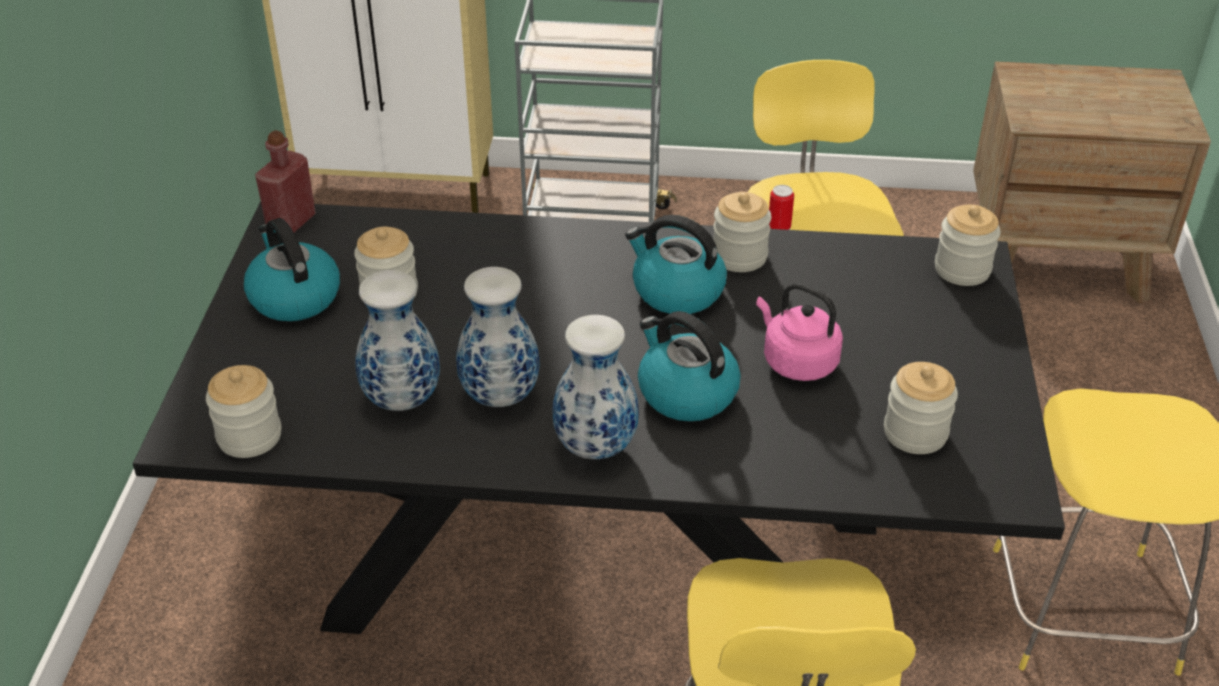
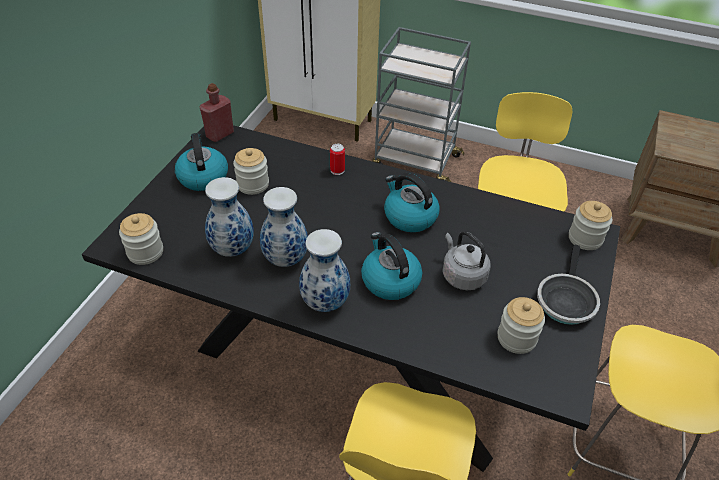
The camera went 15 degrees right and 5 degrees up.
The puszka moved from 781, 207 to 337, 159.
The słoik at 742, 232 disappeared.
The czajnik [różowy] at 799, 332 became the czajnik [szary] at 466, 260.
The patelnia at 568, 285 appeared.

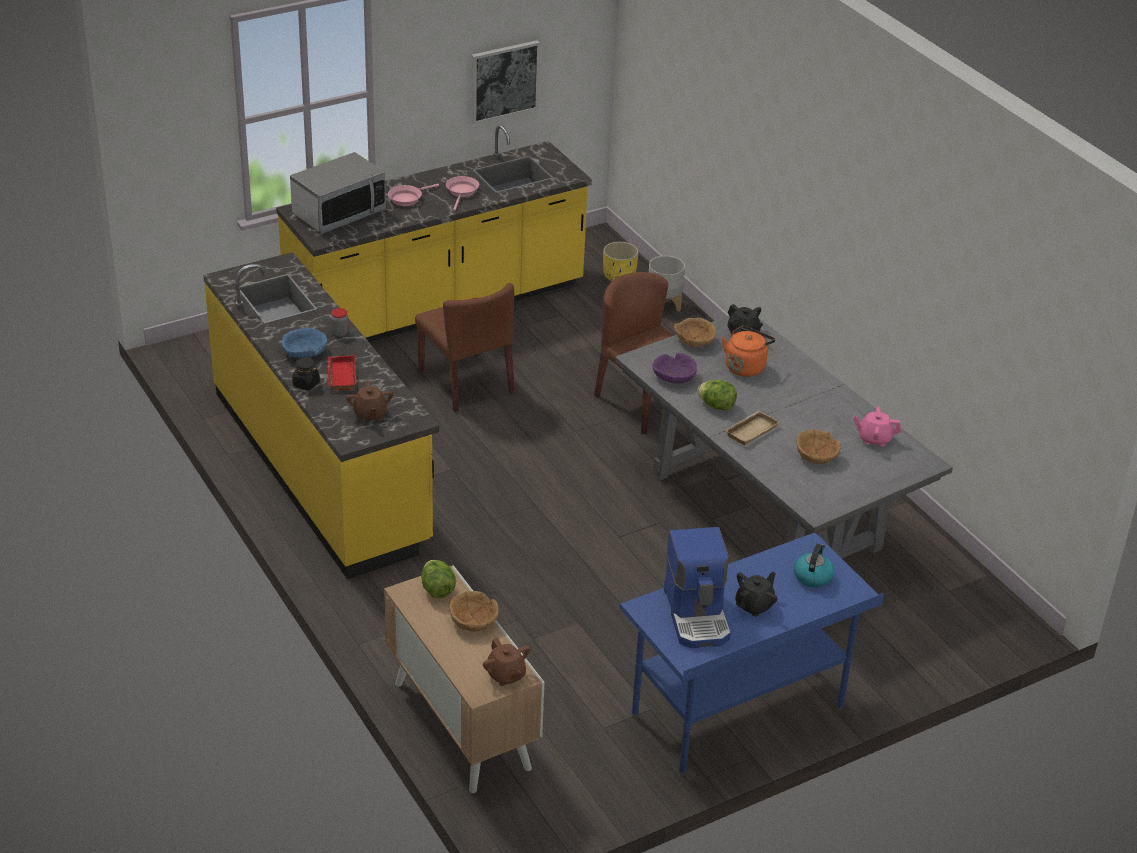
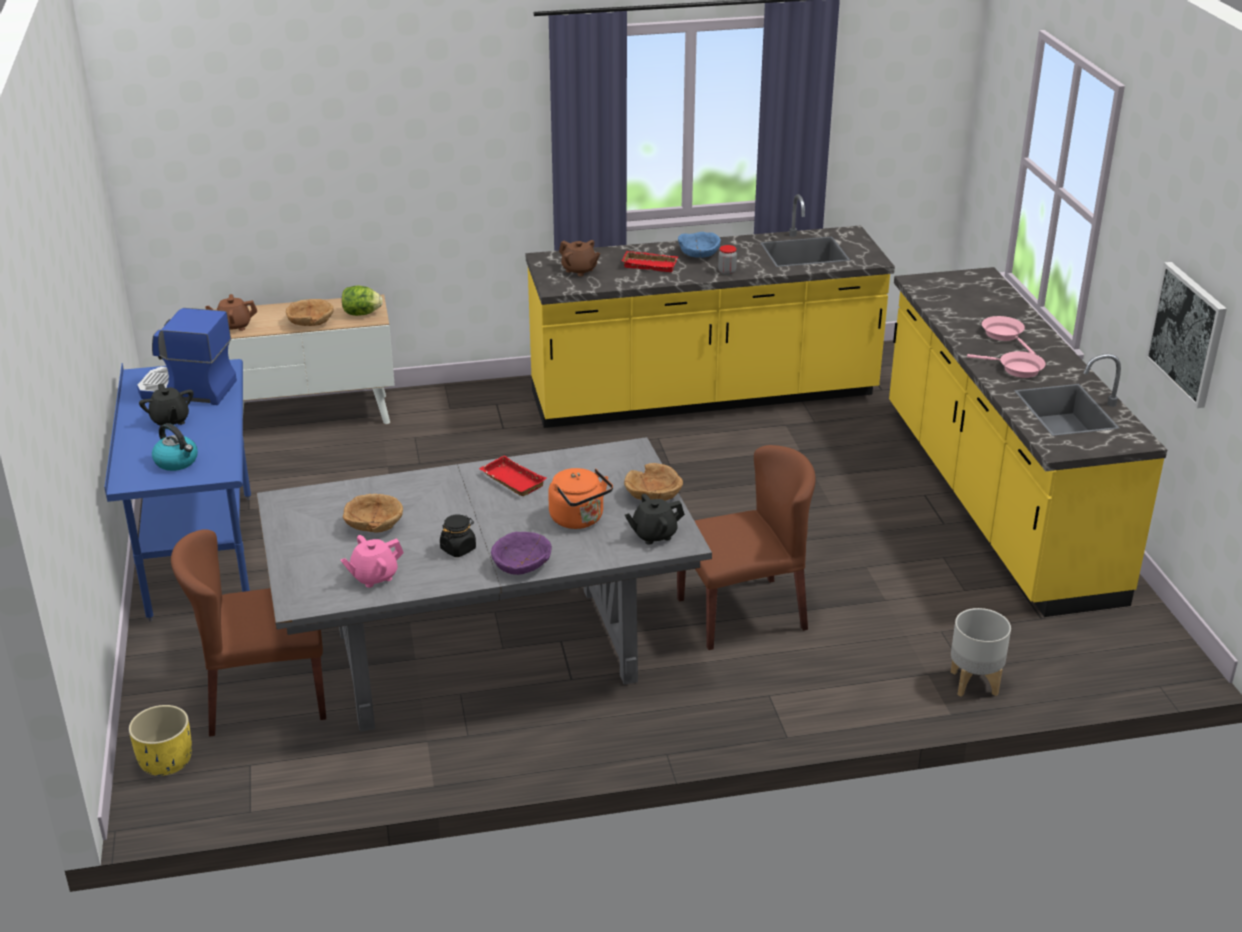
The camera went 110 degrees right and 5 degrees down.
The mikrofalówka at 338, 193 disappeared.
The donica [żółty] moved from 621, 261 to 160, 740.
The krzesło [brązowy] moved from 464, 347 to 248, 633.
The miska [fioletowy] moved from 674, 368 to 521, 553.
The słoik [czarny] moved from 306, 374 to 458, 536.
The imbryk [brązowy] at 369, 400 turned 150 degrees counterclockwise.
The sałata at 717, 395 was replaced by the taca [czerwony] at 512, 475.
The imbryk [różowy] at 877, 426 turned 150 degrees counterclockwise.
The taca [beżowy] at 752, 428 disappeared.

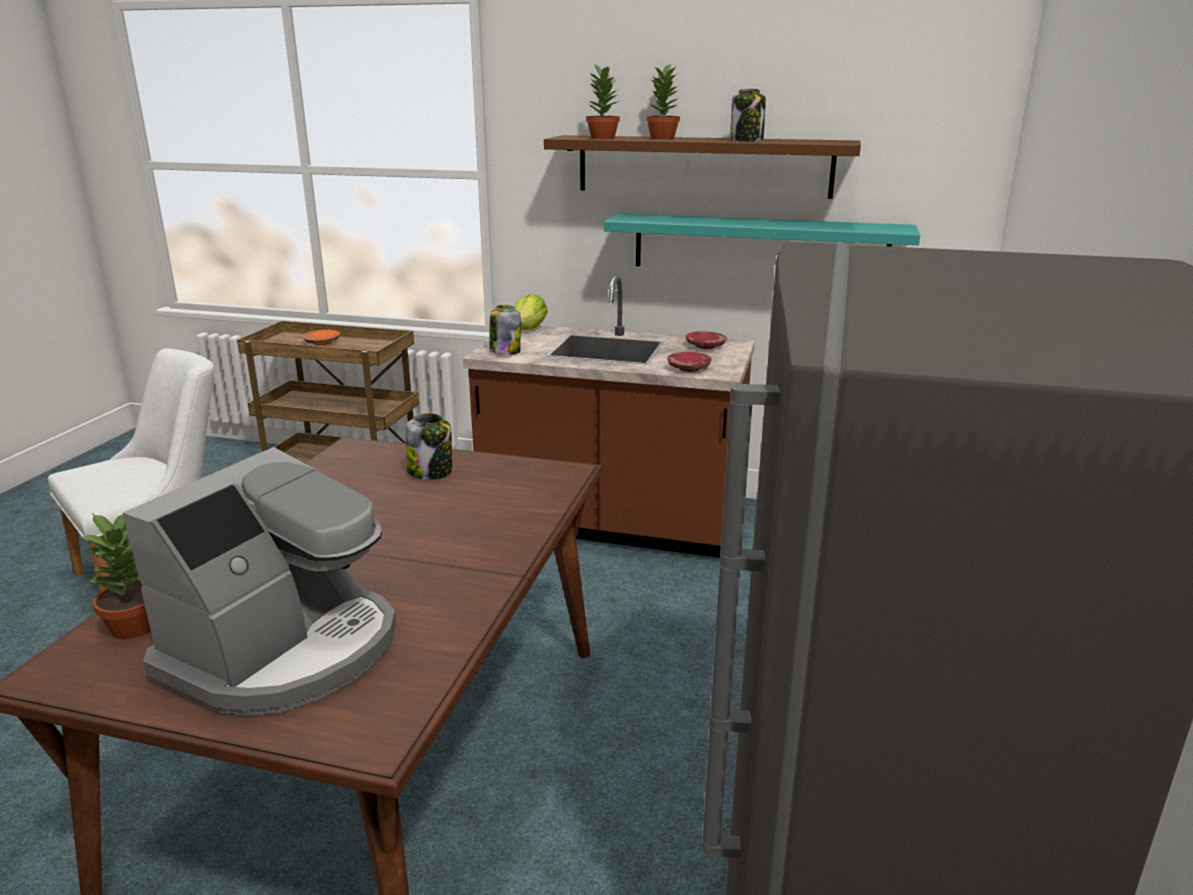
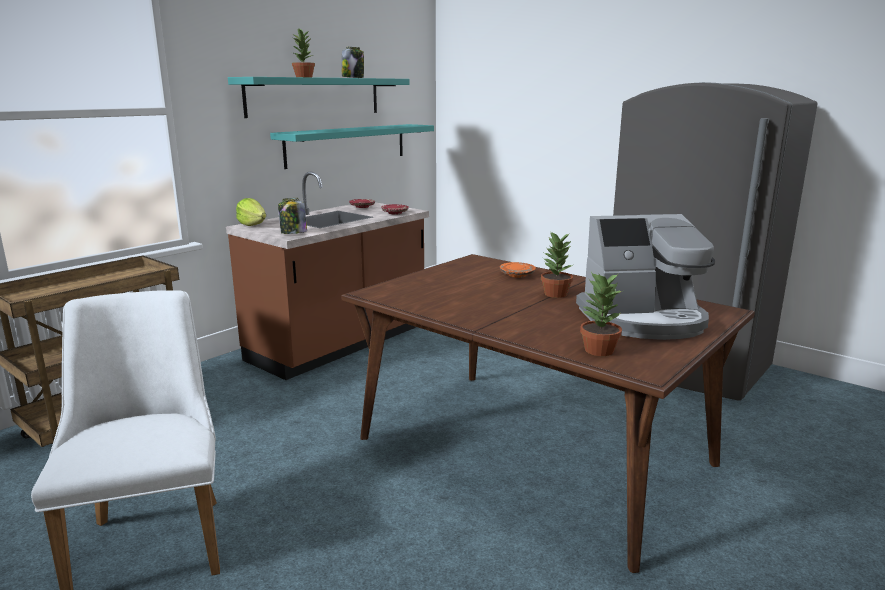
The camera went 65 degrees left and 5 degrees down.
The roślina doniczkowa moved from 603, 101 to 557, 265.
The półka [brązowy] at 702, 167 became the półka [turkusowy] at 319, 97.
The talerz [pomarańczowy] moved from 321, 338 to 518, 270.
The słoik at 428, 446 disappeared.
The ekspres do kawy at 259, 581 turned 120 degrees clockwise.

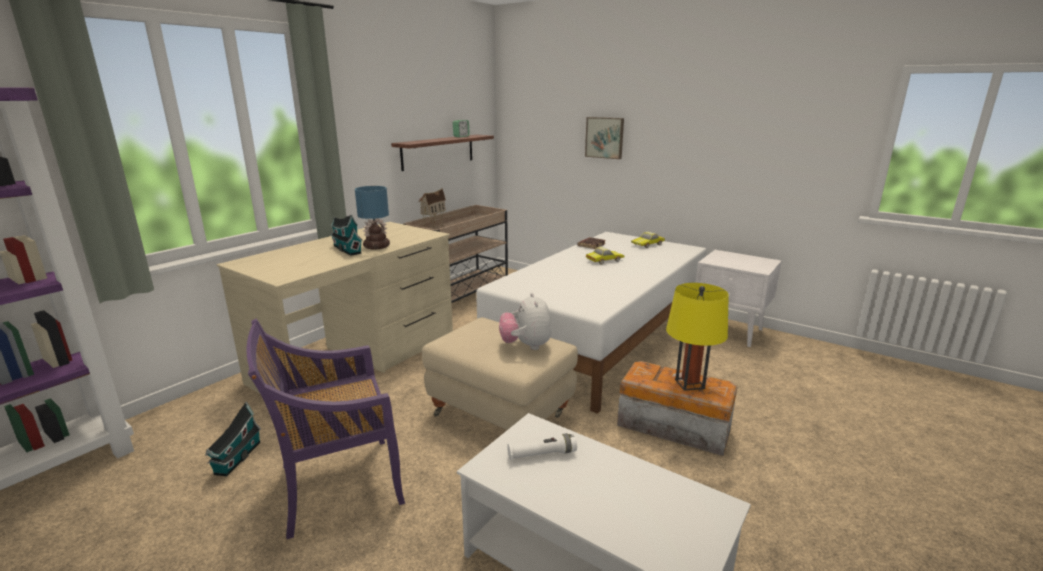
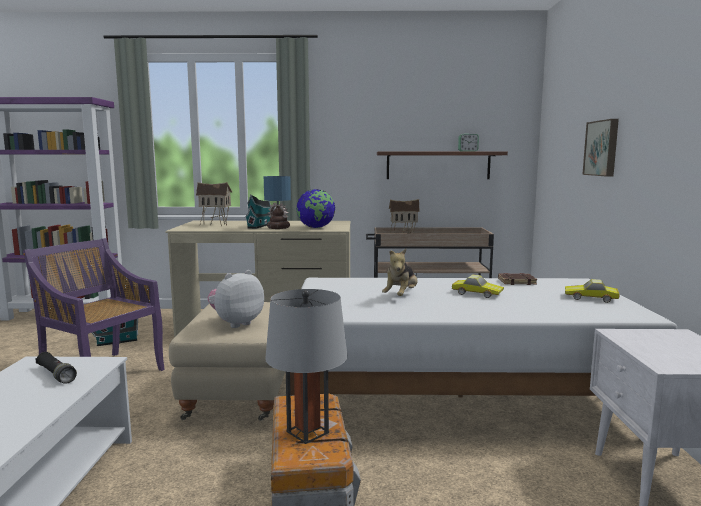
The camera went 55 degrees right and 10 degrees down.
The lampa stołowa [żółty] at 697, 337 became the lampa stołowa [szary] at 306, 366.
The latarka [biały] at 542, 446 became the latarka [czarny] at 56, 368.
The domek at 214, 204 appeared.
The globus at 315, 208 appeared.
The pluszak at 400, 272 appeared.

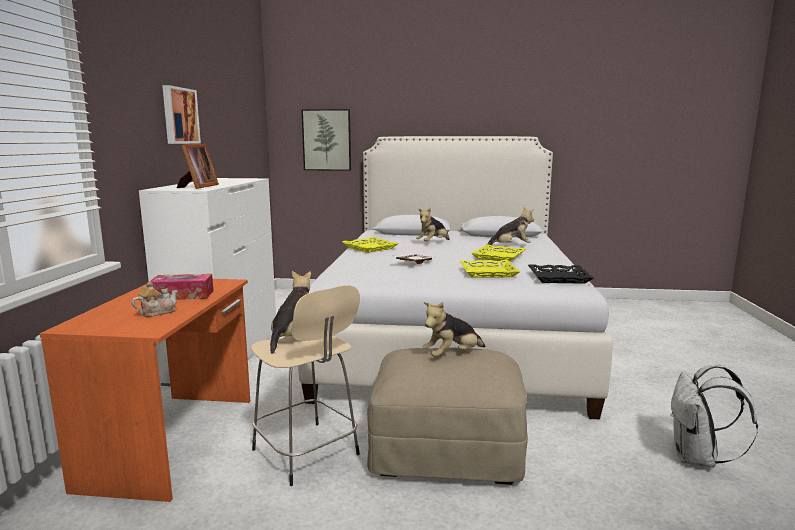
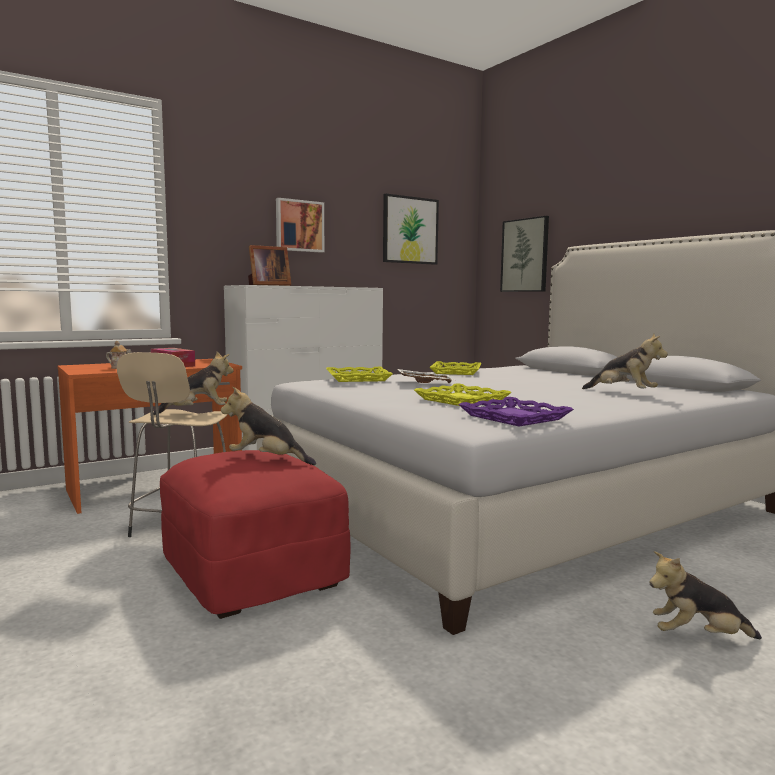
The camera went 50 degrees right and 5 degrees down.
The pluszak moved from 433, 224 to 706, 595.
The taca [żółty] moved from 498, 253 to 359, 374.
The taca [czarny] at 561, 274 became the taca [fioletowy] at 516, 411.
The pufa [beżowy] at 447, 416 became the pufa [czerwony] at 255, 534.
The plecak [biały] at 714, 416 disappeared.
The obraz at 411, 229 appeared.

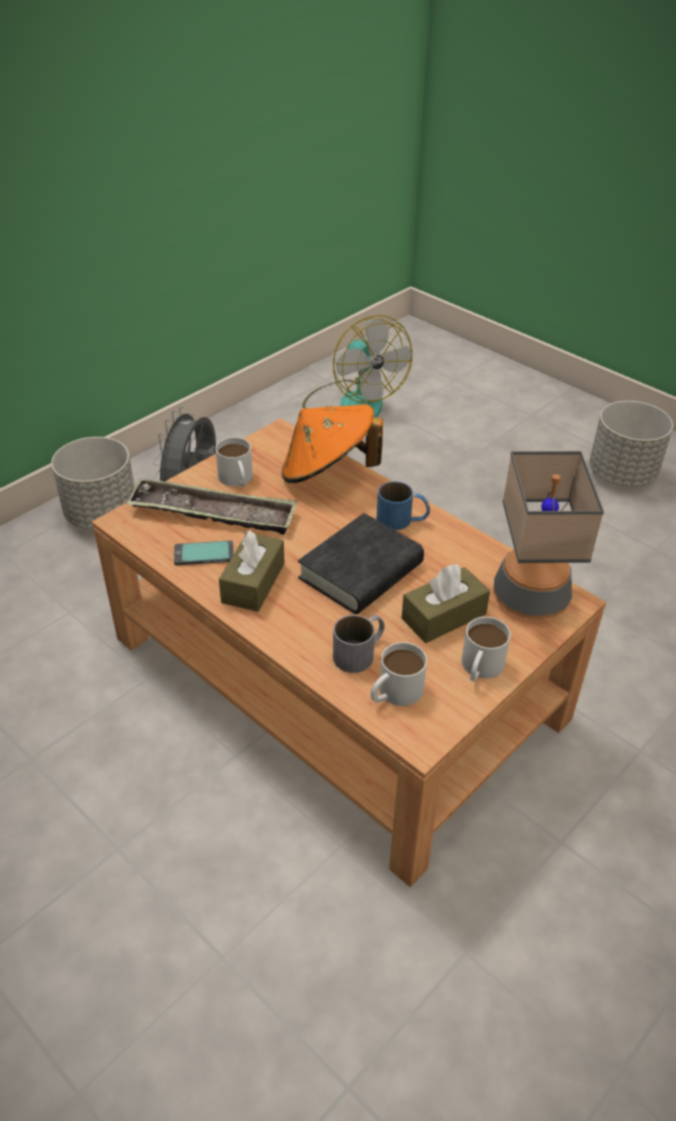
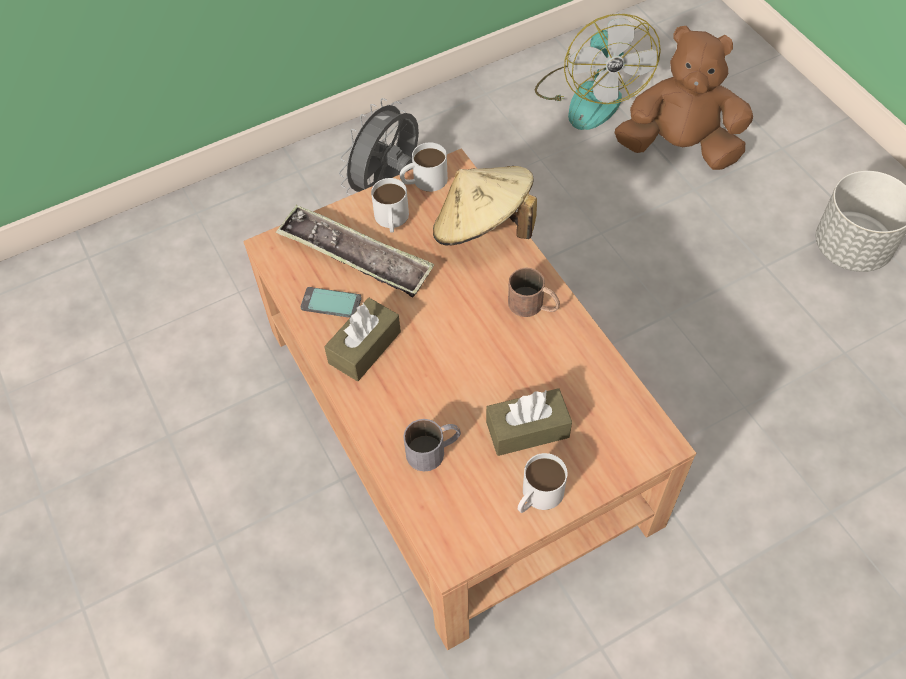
The camera went 20 degrees right and 15 degrees up.
The kapelusz [pomarańczowy] at 332, 443 became the kapelusz [beżowy] at 485, 205.
The donica [szary] at 93, 483 disappeared.
The lampa stołowa at 549, 535 disappeared.
The kubek [niebieski] at 403, 505 became the kubek [brązowy] at 534, 292.
The książka [czarny] at 361, 563 disappeared.
The kubek [biały] moved from 399, 674 to 424, 167.
The pluszak [brązowy] at 684, 98 appeared.

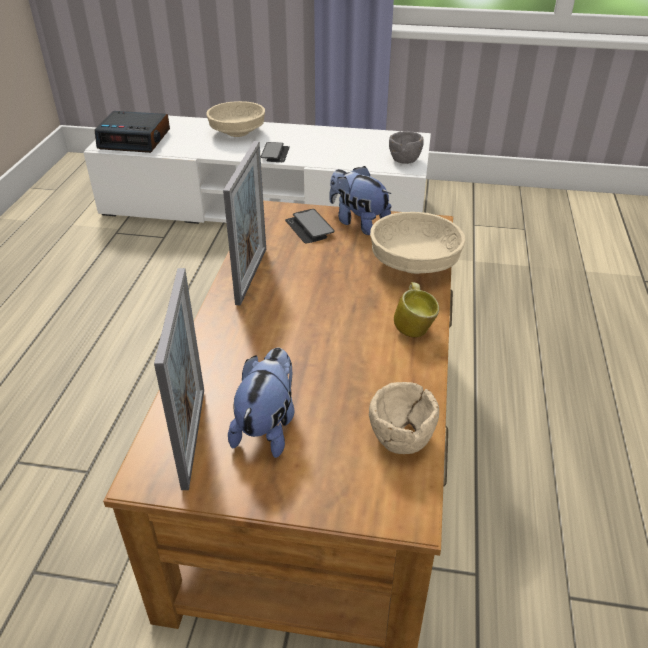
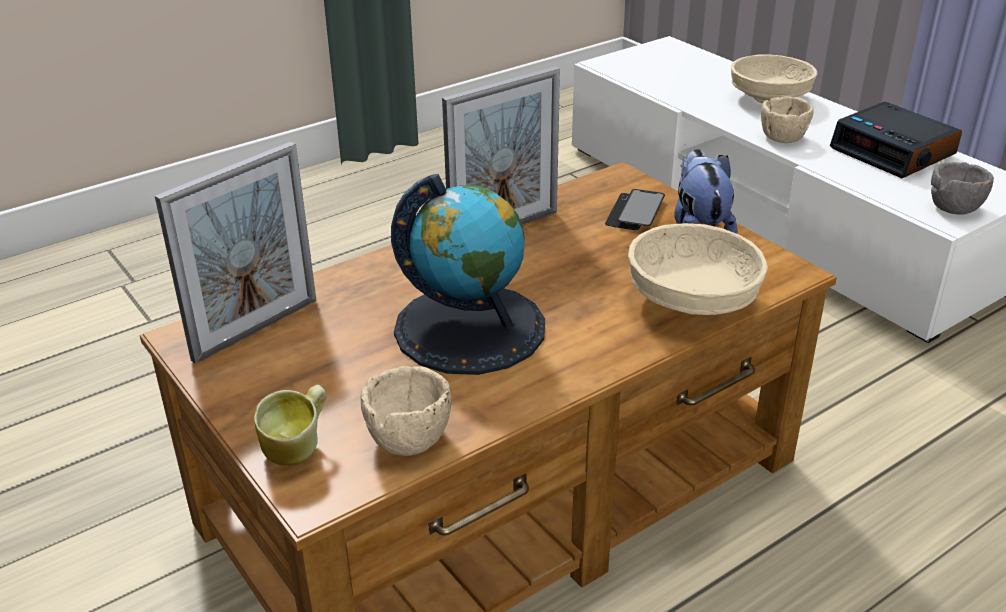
The camera went 45 degrees right and 5 degrees down.
The budzik moved from 132, 132 to 896, 140.
The telefon at 275, 152 was replaced by the miska [beżowy] at 787, 119.
The kubek moved from 416, 310 to 290, 425.
The pluszak at 261, 403 disappeared.
The globus at 468, 274 appeared.

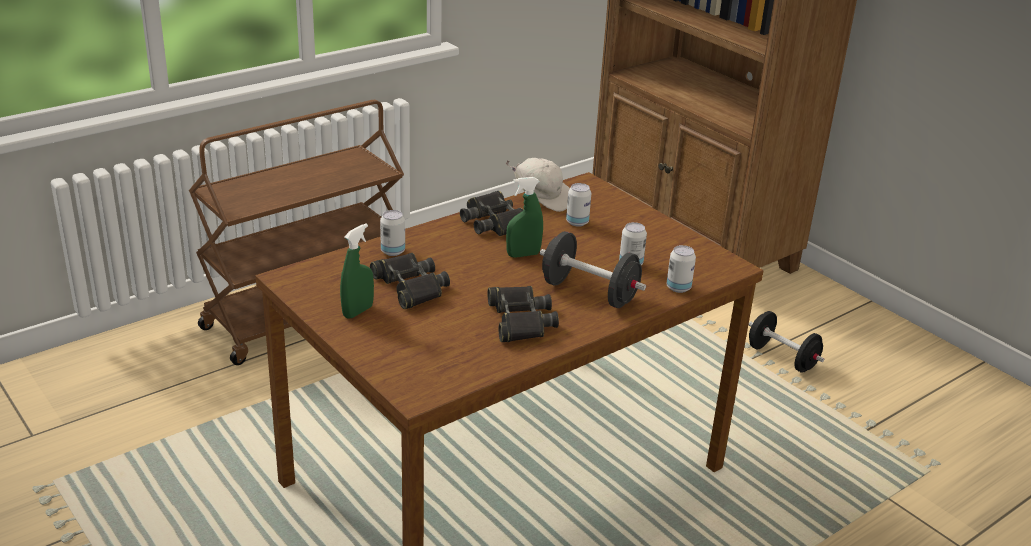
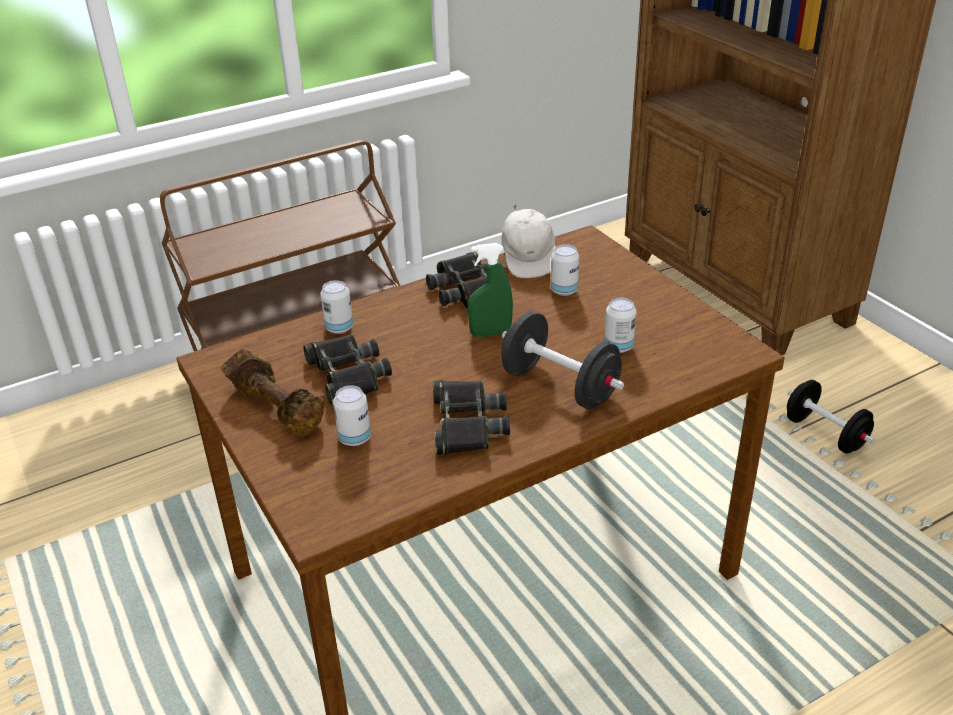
The camera went 10 degrees right and 5 degrees up.
The czapka z daszkiem [biały] at 537, 185 turned 45 degrees clockwise.
The spryskiwacz [zielony] at 357, 271 was replaced by the hantel [brązowy] at 272, 392.
The puszka moved from 681, 269 to 352, 415.

